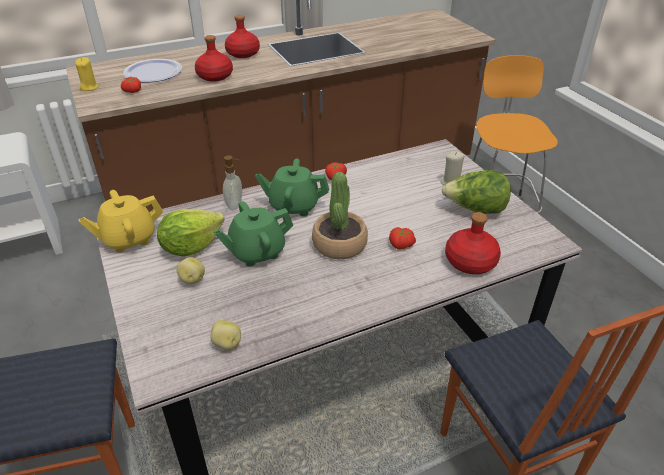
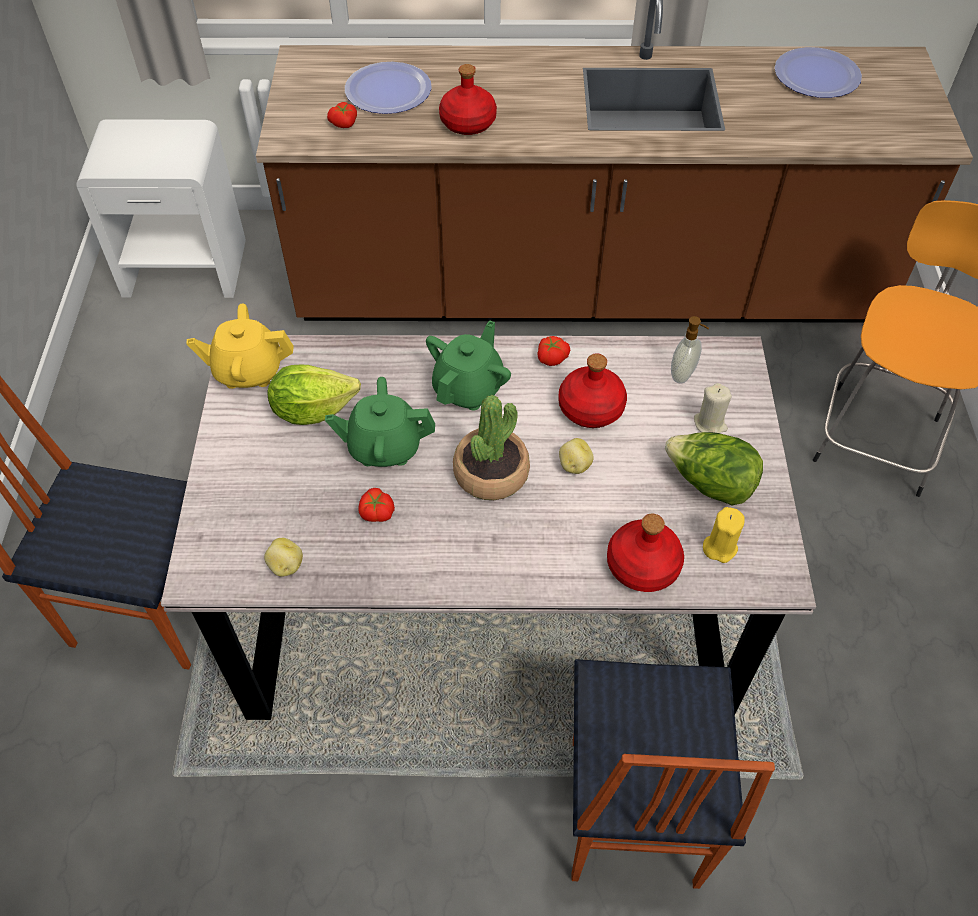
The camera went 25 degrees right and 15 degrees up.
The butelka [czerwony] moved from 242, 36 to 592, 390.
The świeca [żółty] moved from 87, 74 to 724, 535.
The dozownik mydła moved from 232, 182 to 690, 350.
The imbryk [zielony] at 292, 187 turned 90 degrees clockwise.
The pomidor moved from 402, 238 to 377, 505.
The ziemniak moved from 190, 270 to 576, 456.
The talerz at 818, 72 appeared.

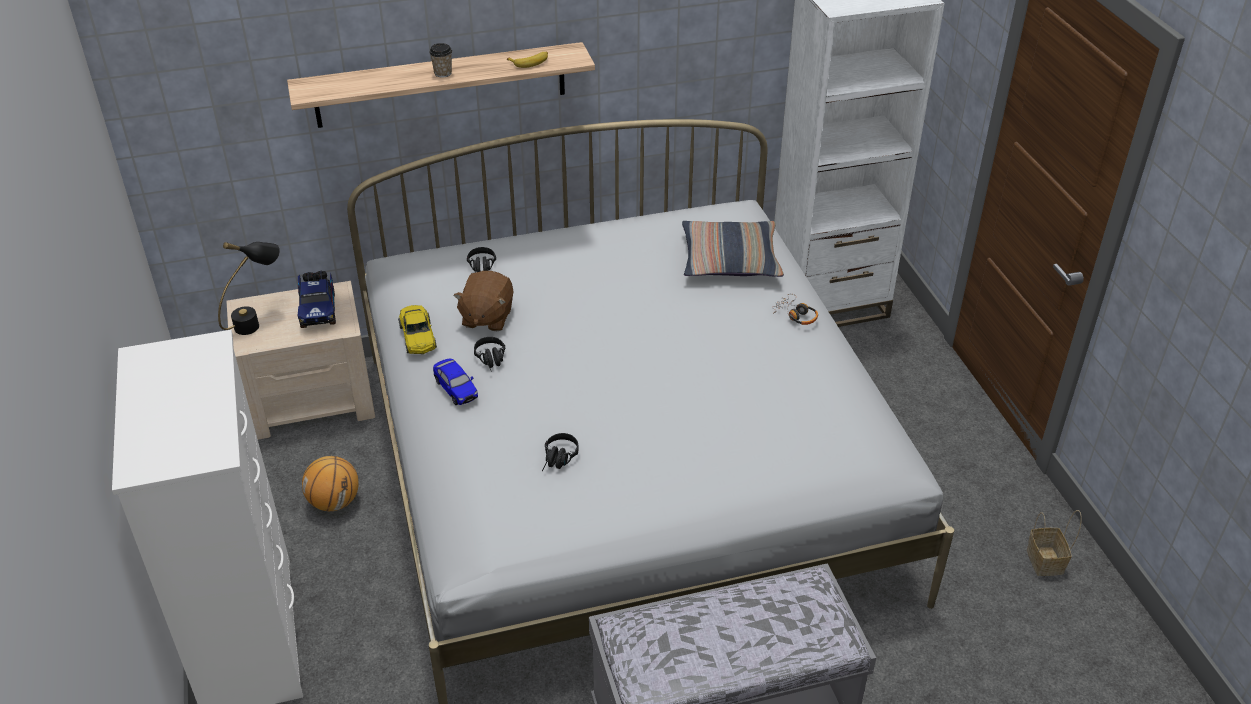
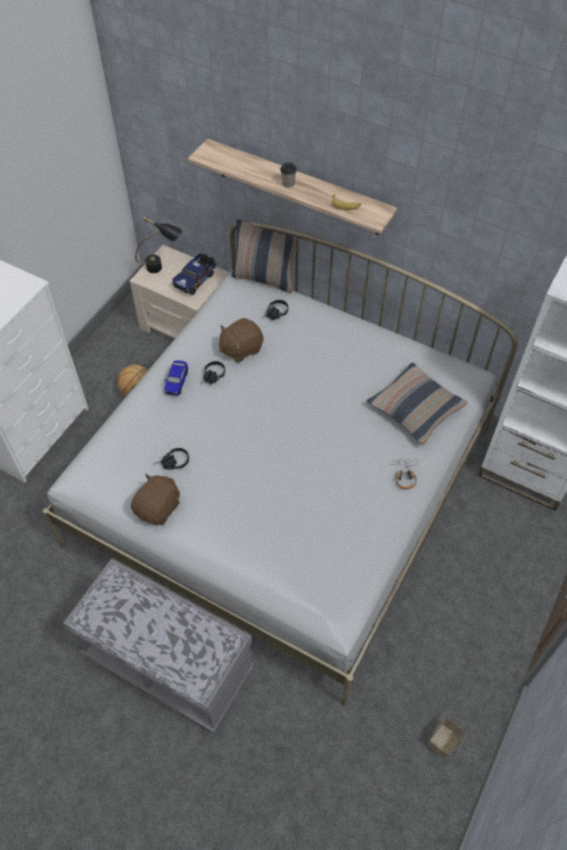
The camera went 45 degrees right and 15 degrees up.
The samochodzik [żółty] at 417, 329 disappeared.
The poduszka at 265, 256 appeared.
The pluszak [brązowy] at 155, 499 appeared.

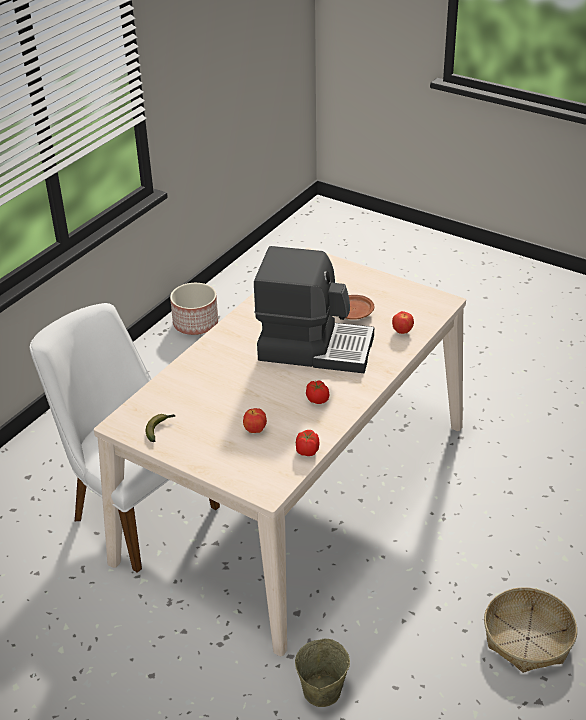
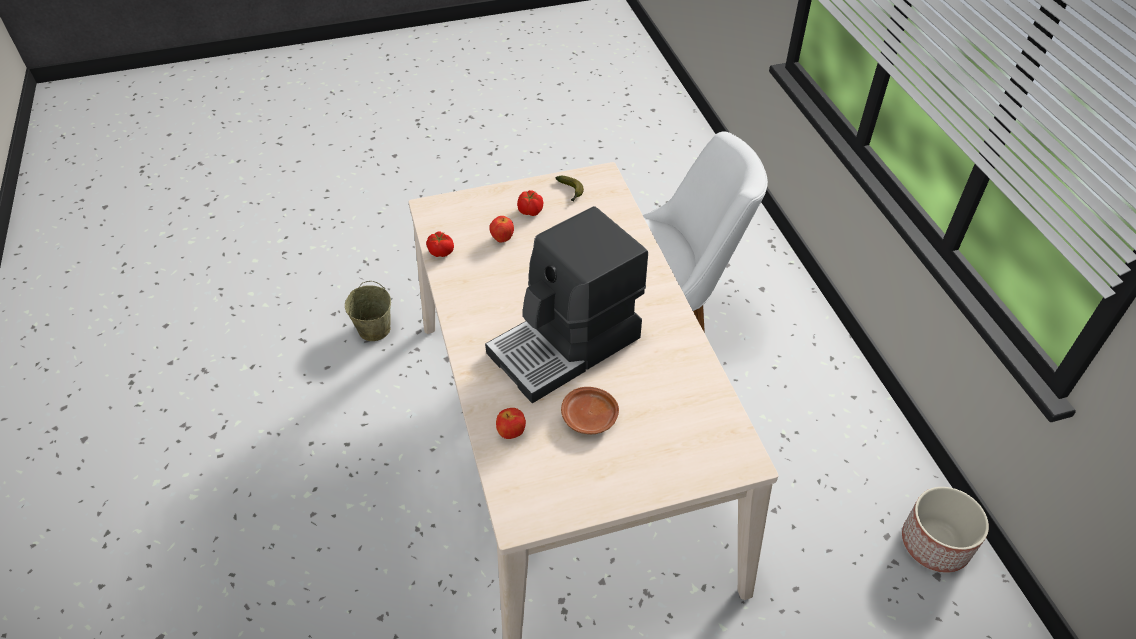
The camera went 130 degrees right and 10 degrees up.
The pomidor moved from 318, 392 to 530, 203.
The koszyk at 530, 630 disappeared.

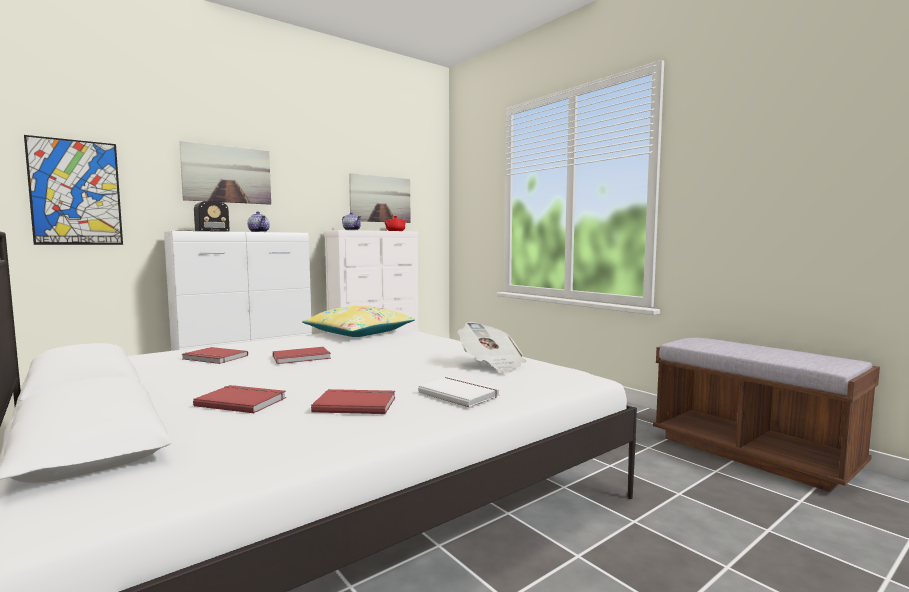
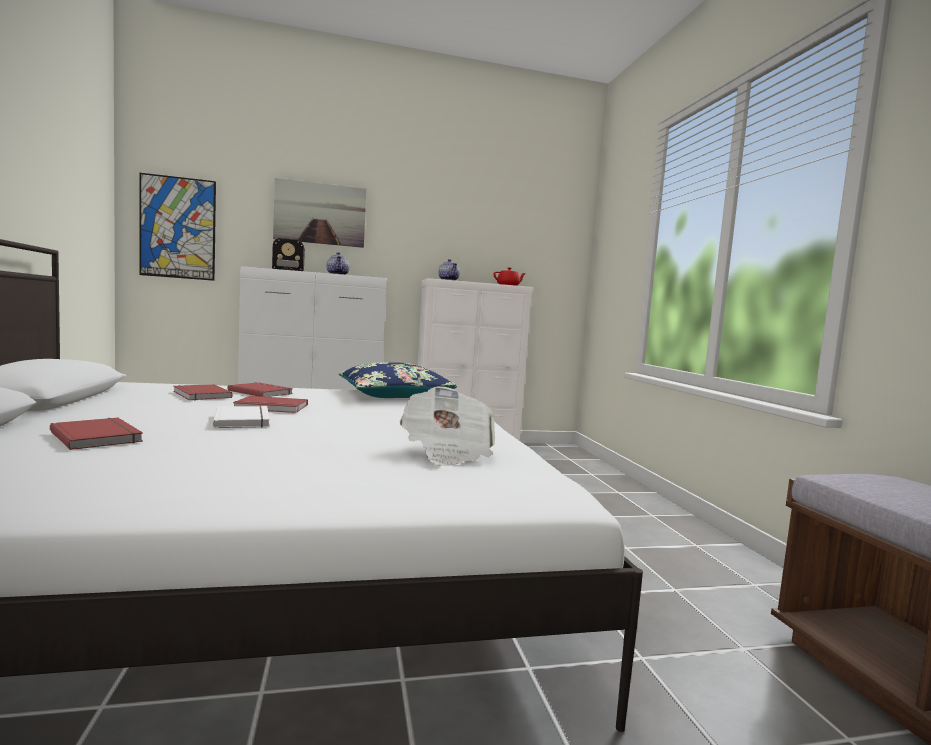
The camera went 25 degrees right and 0 degrees up.
The obraz at 380, 198 disappeared.
The poduszka [żółty] at 358, 321 became the poduszka [niebieski] at 398, 380.
The książka [biały] moved from 459, 392 to 241, 417.
The książka [czerwony] moved from 353, 401 to 260, 389.

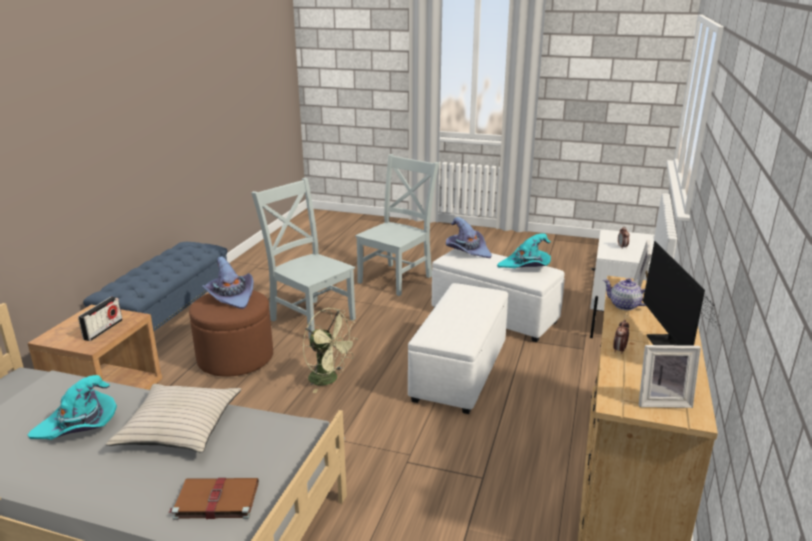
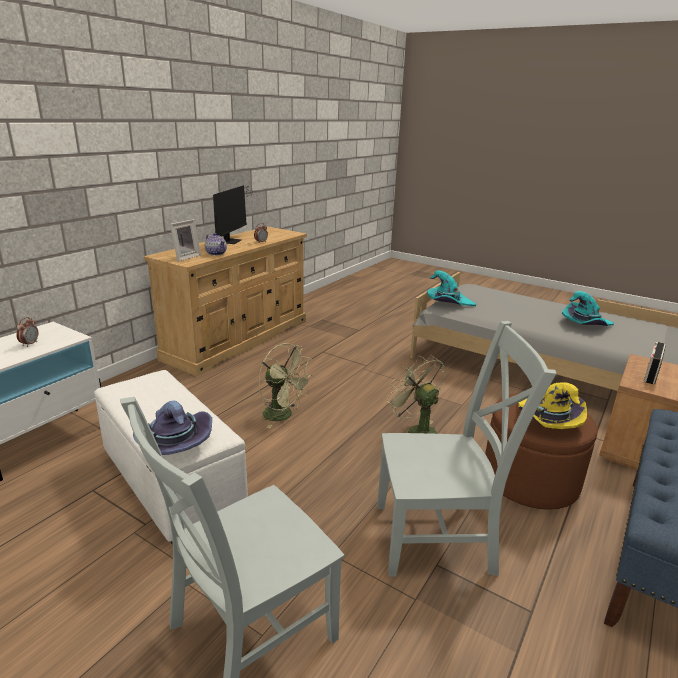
The camera went 165 degrees left and 0 degrees up.
The krzesło [szary] at 303, 259 turned 60 degrees counterclockwise.
The kapelusz [turkusowy] moved from 524, 250 to 451, 288.
The kapelusz [fioletowy] at 228, 282 became the kapelusz [żółty] at 552, 405.
The pufa [biały] at 458, 348 was replaced by the wentylator [zielony] at 286, 386.
The ramka na zdjęcie at 670, 376 disappeared.
The poduszka [beżowy] at 173, 418 disappeared.
The książka [brązowy] at 213, 499 disappeared.

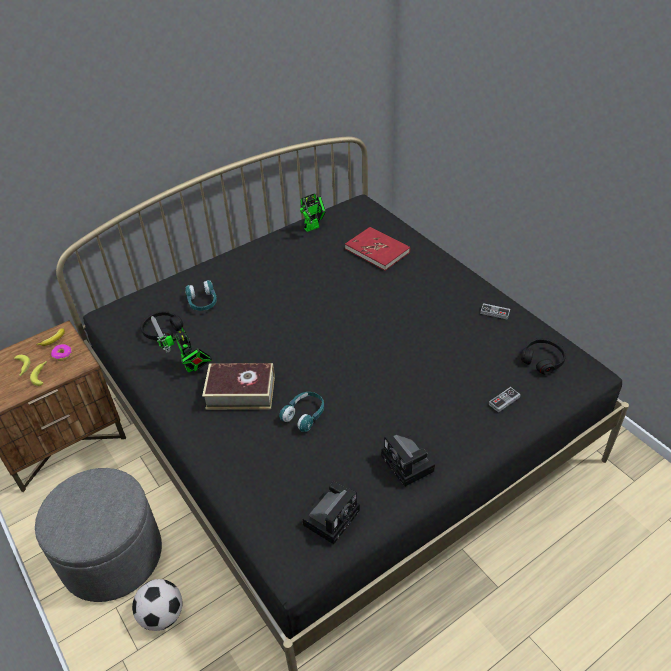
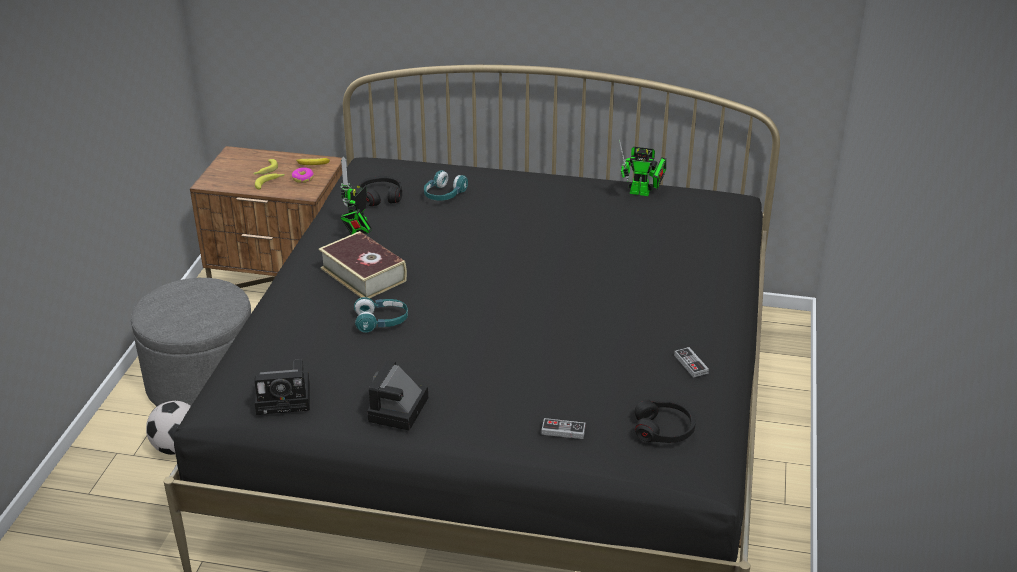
The camera went 45 degrees right and 10 degrees down.
The książka [czerwony] at 377, 249 disappeared.

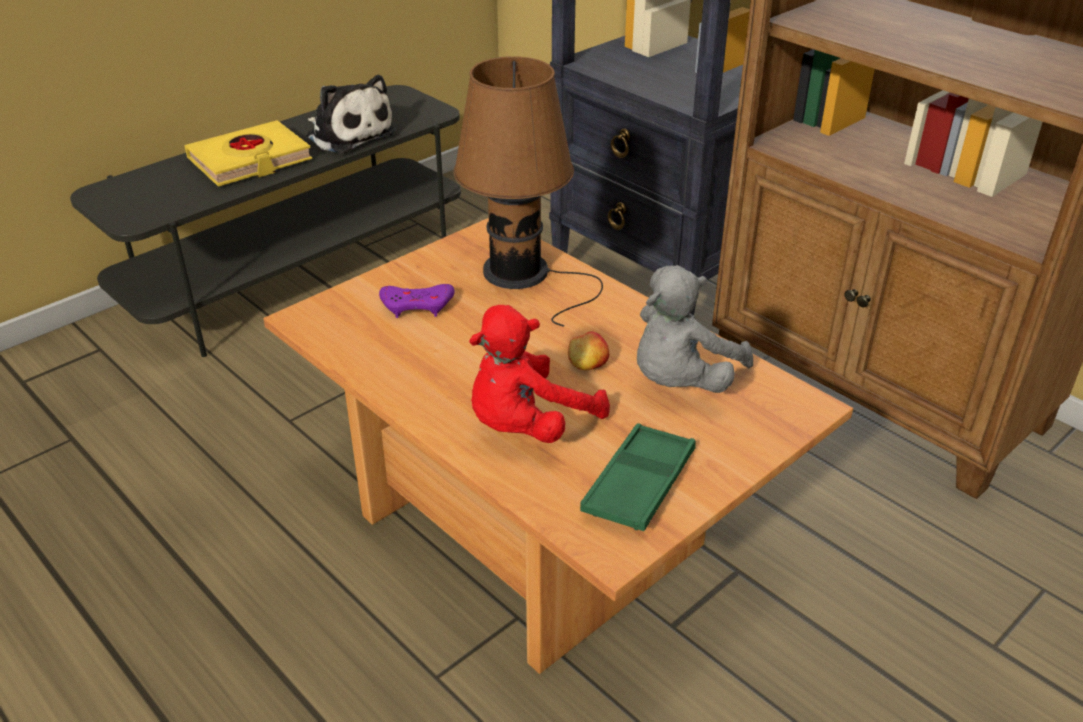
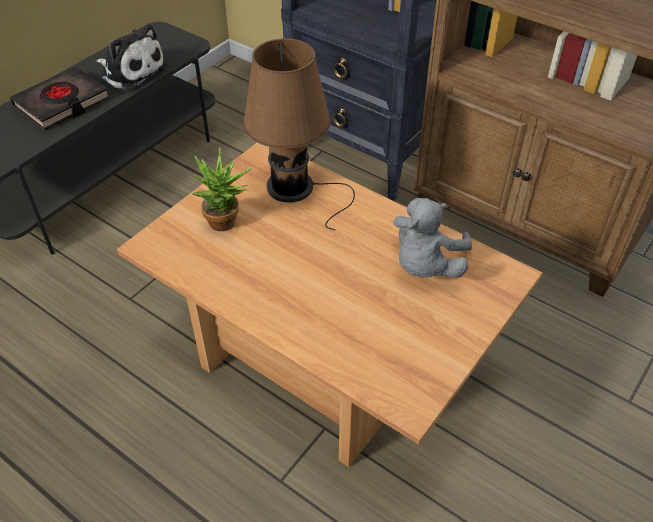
The camera went 10 degrees left and 10 degrees up.
The książka [żółty] at 248, 153 became the książka [czarny] at 59, 98.
The pad do gier [fioletowy] at 416, 301 was replaced by the roślina doniczkowa at 221, 189.
The pluszak [czerwony] at 539, 374 disappeared.
The jabłko at 588, 350 disappeared.
The taca [zielony] at 638, 477 disappeared.

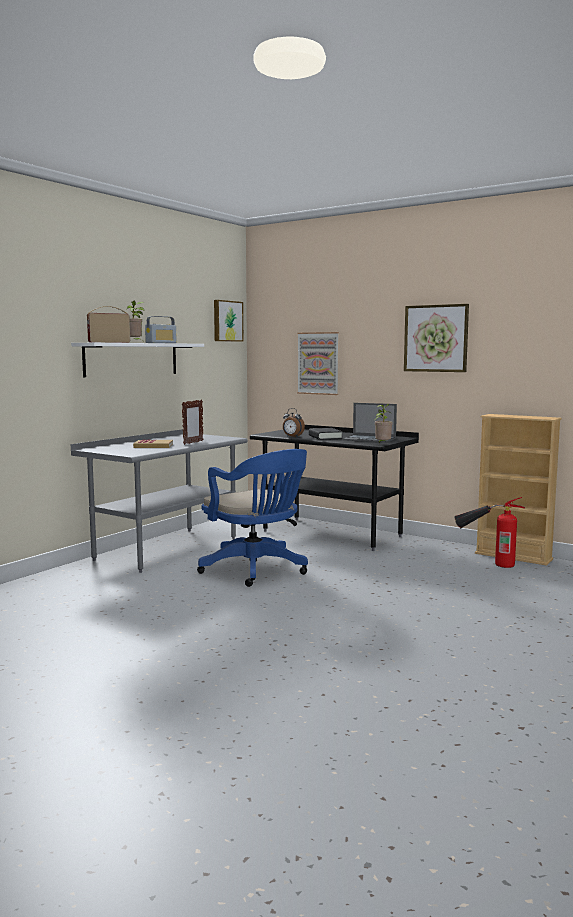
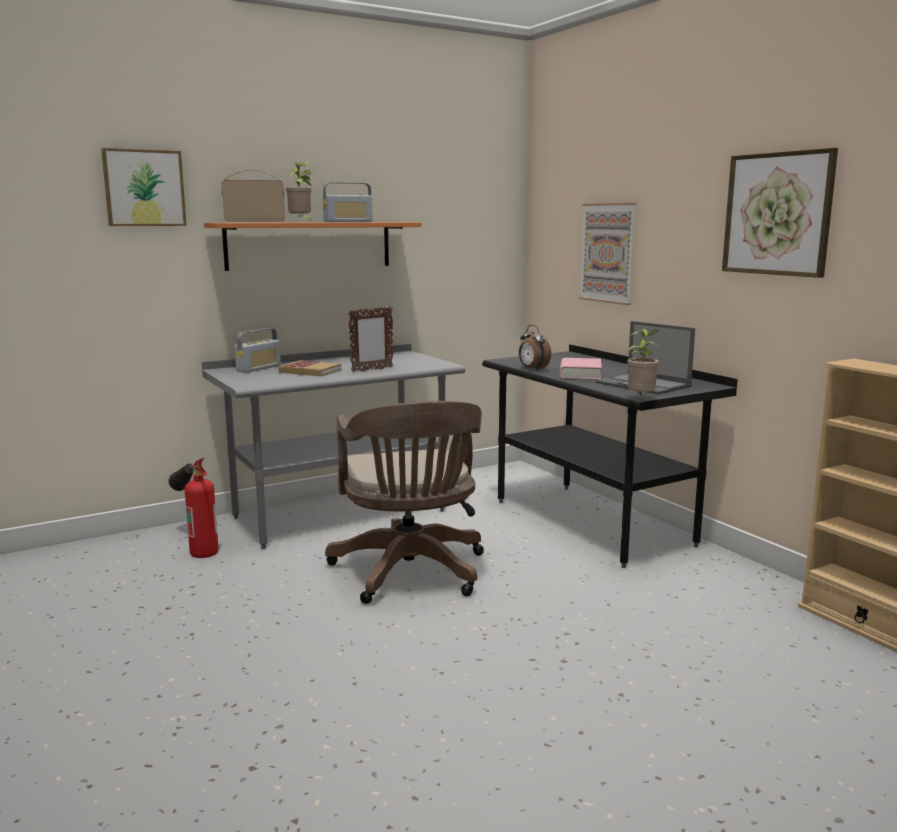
The camera went 25 degrees right and 5 degrees up.
The obraz moved from 228, 321 to 144, 187.
The półka [biały] at 137, 360 became the półka [pomarańczowy] at 312, 246.
The książka [czarny] at 326, 434 became the książka [różowy] at 581, 369.
The krzesło biurowe [niebieski] at 252, 518 became the krzesło biurowe [brązowy] at 404, 502.
The gaśnica moved from 490, 532 to 193, 508.
The radio at 258, 350 appeared.

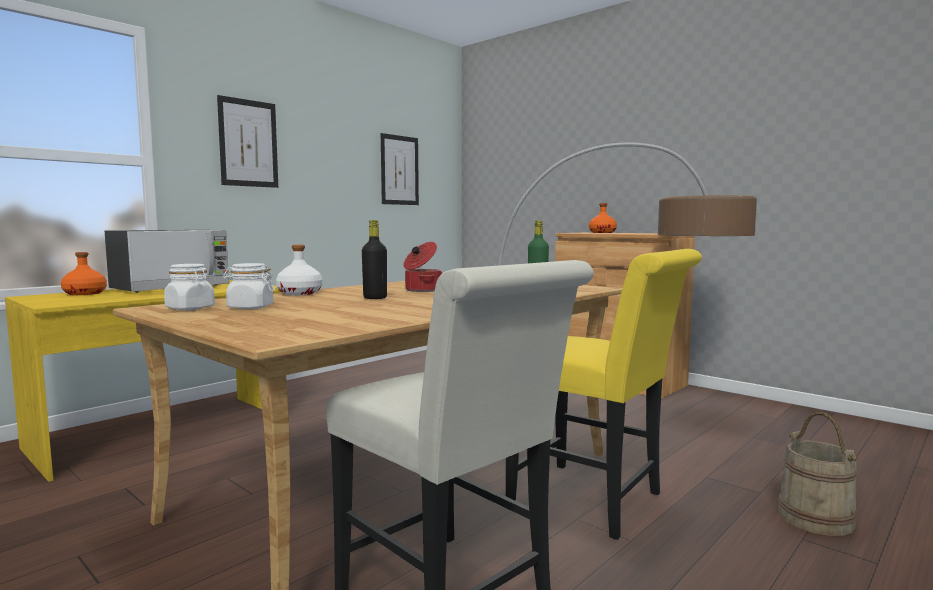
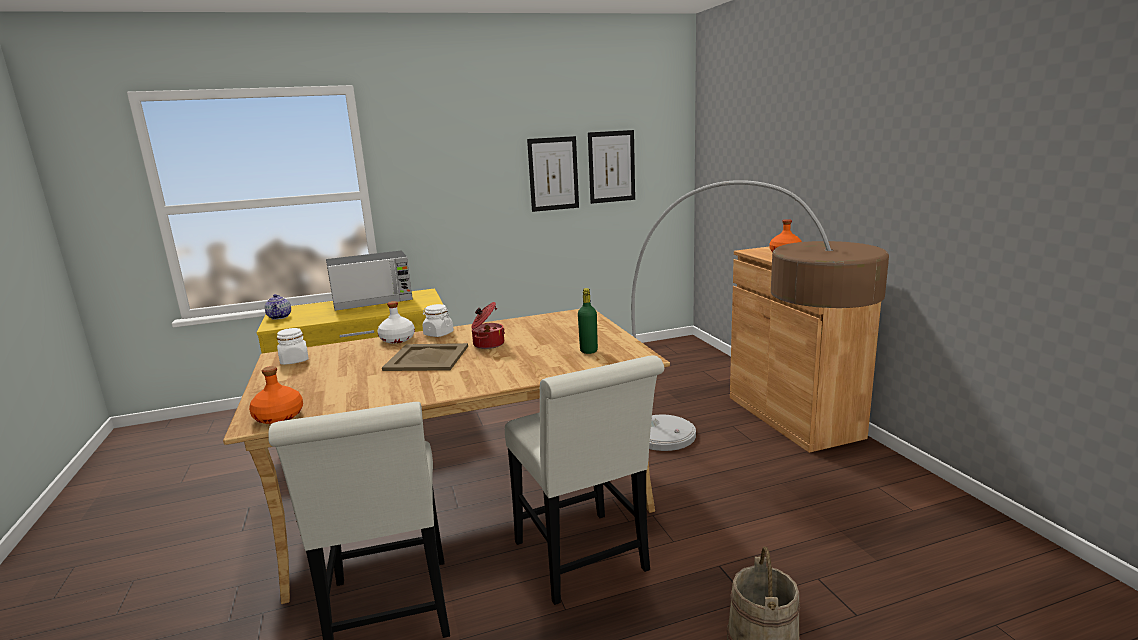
The camera went 30 degrees right and 10 degrees up.
The obraz moved from 247, 141 to 553, 174.
The butelka [czarny] at 374, 259 was replaced by the taca [beżowy] at 425, 357.
The krzesło [żółty] at 604, 394 became the krzesło [biały] at 584, 480.
The butelka [pomarańczowy] moved from 84, 273 to 276, 395.
The słoik [biały] moved from 249, 286 to 438, 320.
The imbryk at 278, 307 appeared.

